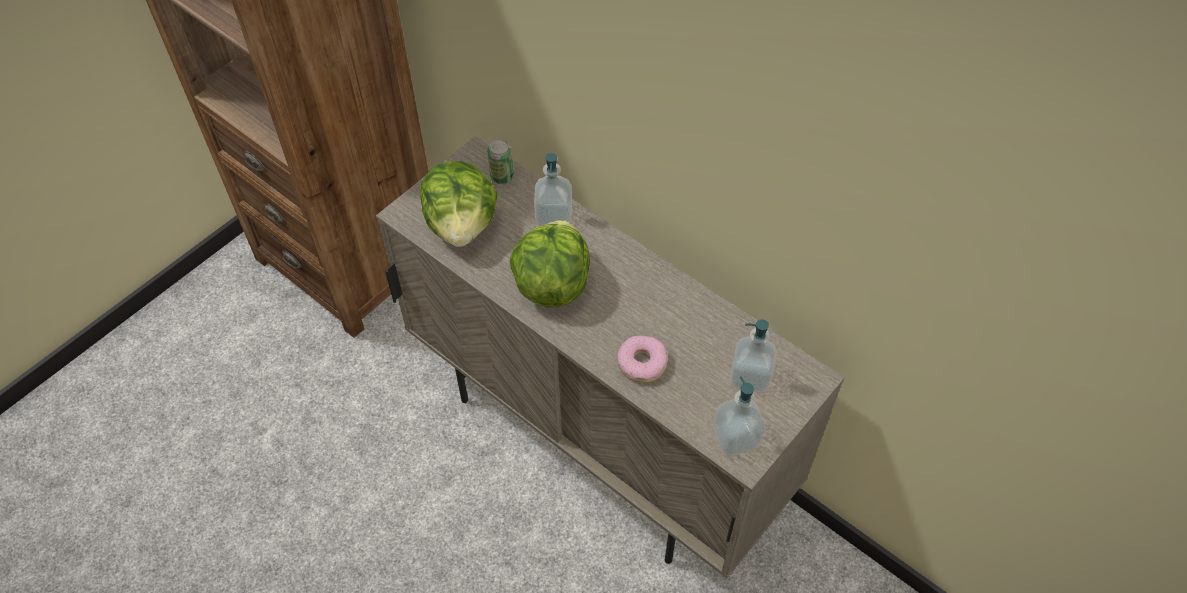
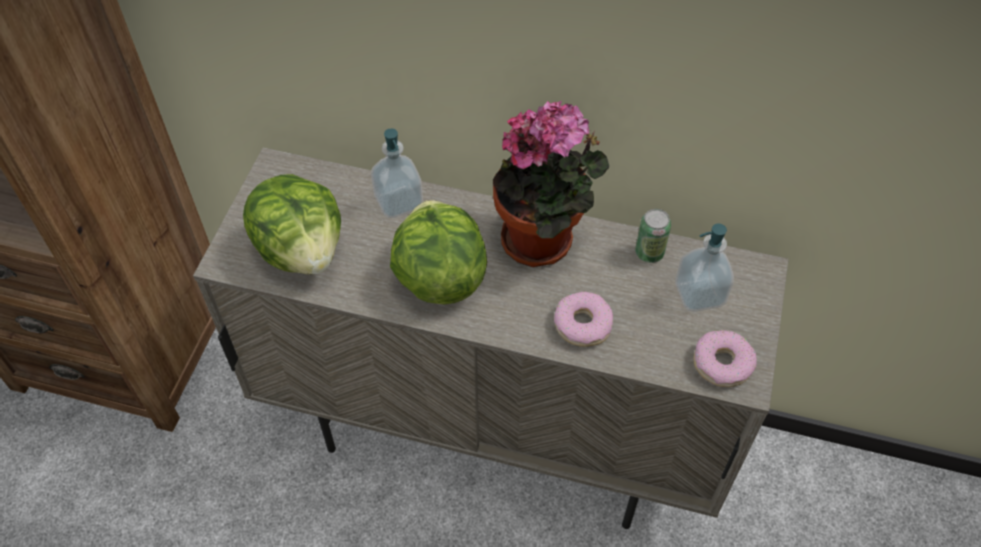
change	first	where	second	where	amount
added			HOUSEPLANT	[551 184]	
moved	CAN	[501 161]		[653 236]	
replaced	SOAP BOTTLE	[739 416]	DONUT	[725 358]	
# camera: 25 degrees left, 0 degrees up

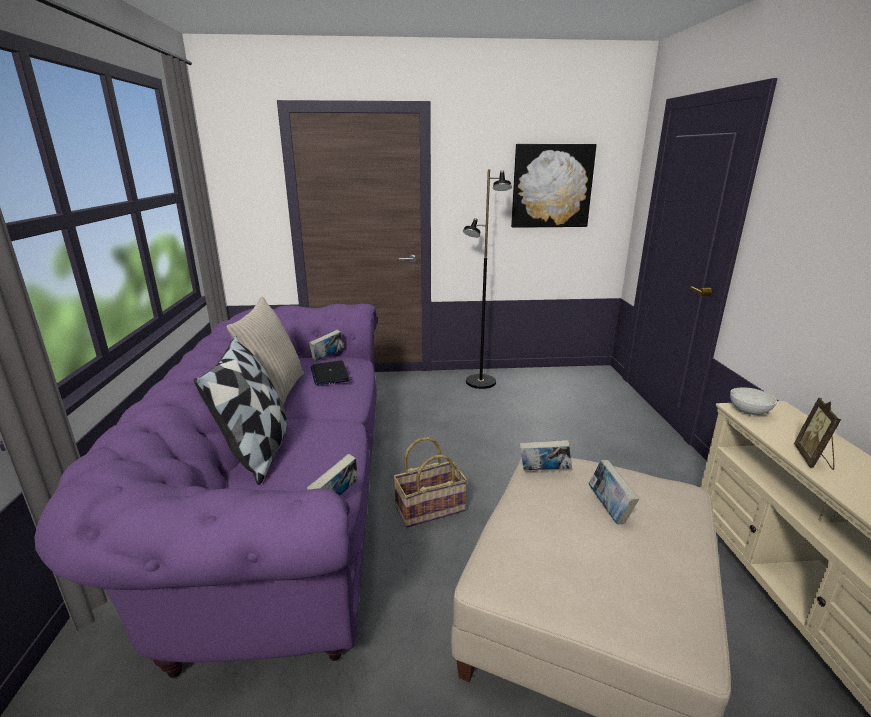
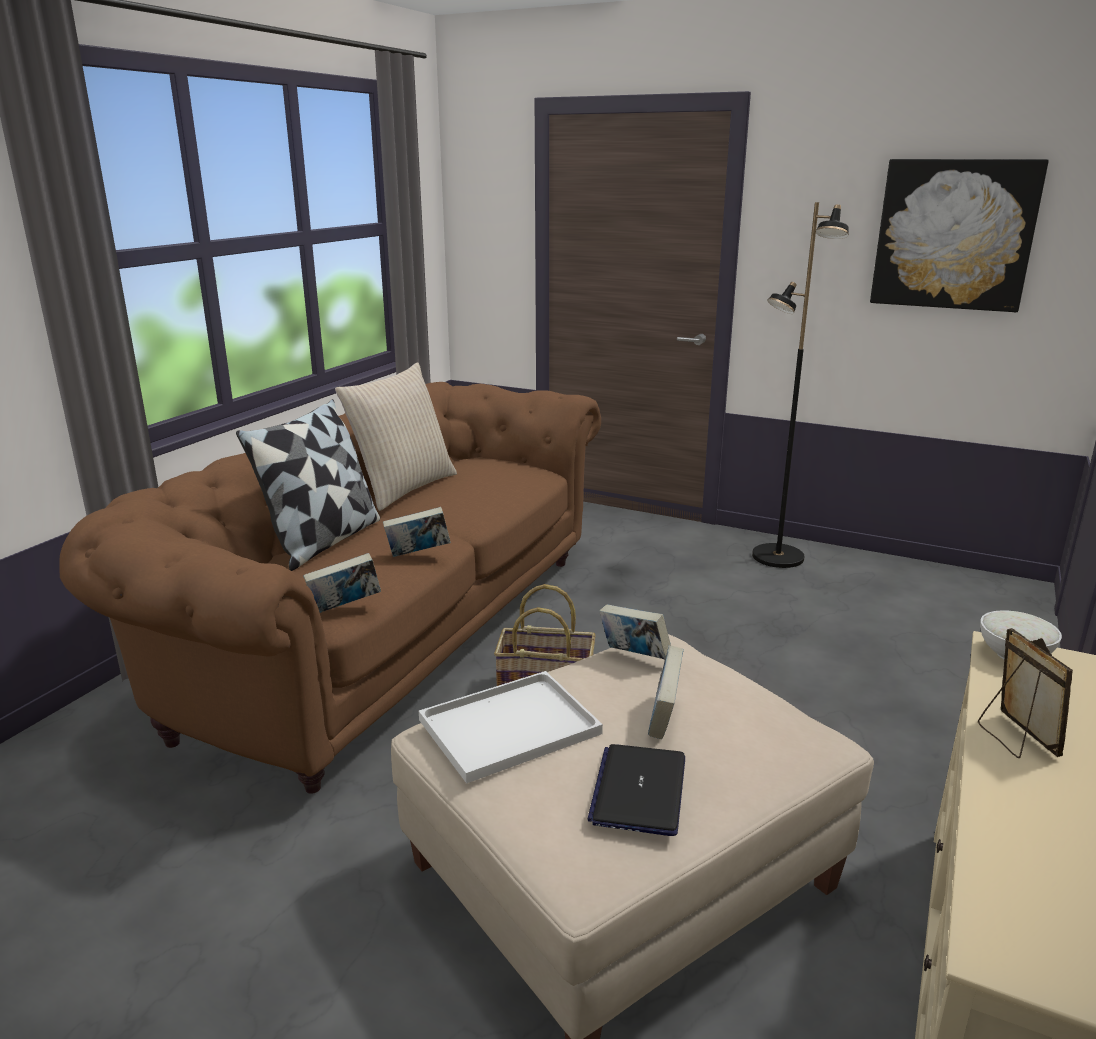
change	first	where	second	where	amount
added			WHITISH TRAY	[511 727]	
moved	BOUND BOOK	[326 346]		[417 532]	
moved	NOTEBOOK COMPUTER	[330 373]		[636 790]	
recoloured	PURPLE-COLOURED SETTEE	[205 491]	BROWNISH SETTEE	[330 588]	
turned	STANDING FRAME	[817 433]		[1025 693]	120 degrees clockwise
# camera: 30 degrees right, 0 degrees up

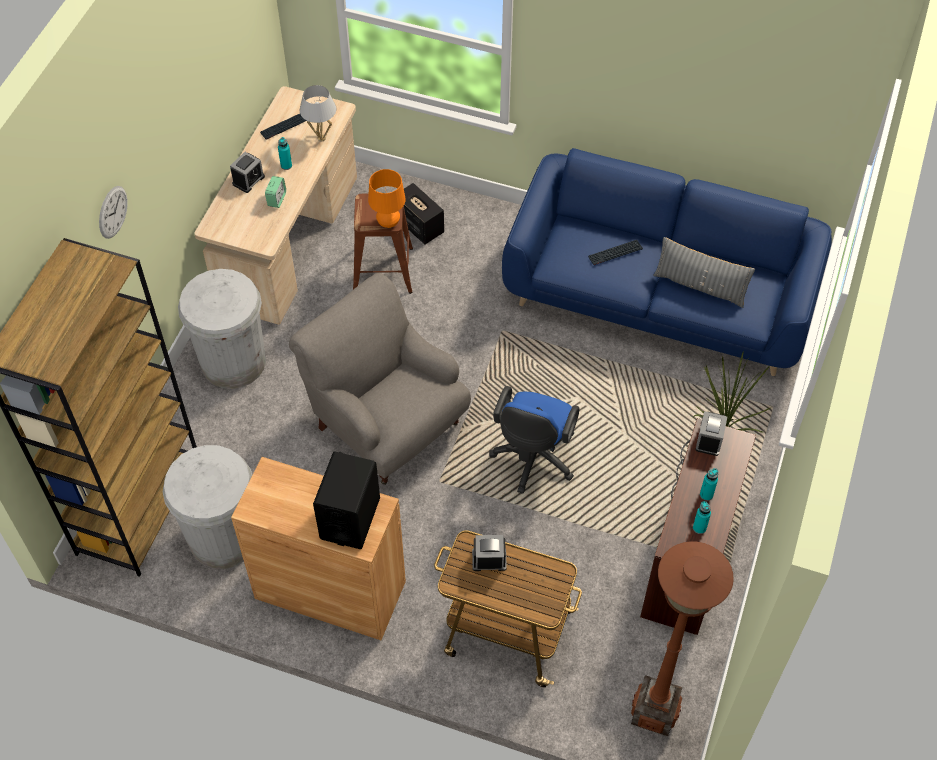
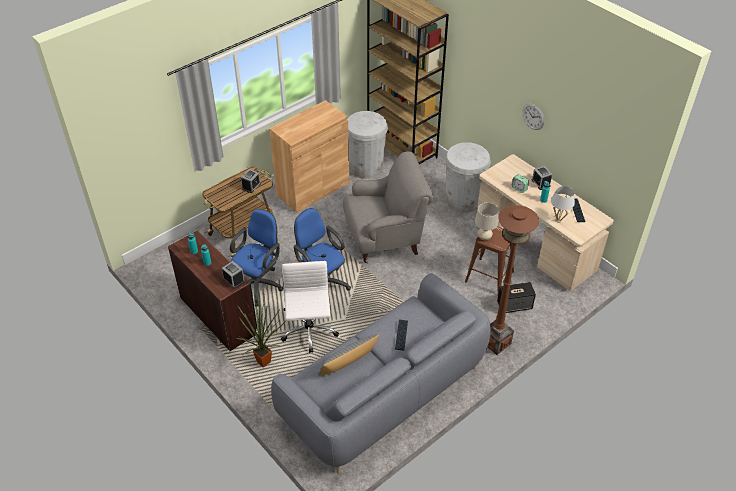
change	first	where	second	where	amount
removed	BLACKISH SPEAKER	[346 500]			
added			BLUE COMPUTER CHAIR	[256 258]	
added			WHITISH COMPUTER CHAIR	[310 307]	
moved	HANGING CLOCK	[113 212]		[533 117]	
moved	BROWNISH STANDARD LAMP	[682 638]		[513 280]	
recoloured	ORANGE-COLOURED LAMP FOR A TABLE	[387 198]	BEIGE-COLOURED LAMP FOR A TABLE	[487 222]	
recoloured	BLUE SETTEE	[667 262]	GRAY SETTEE	[381 373]	
# camera: 120 degrees right, 10 degrees down

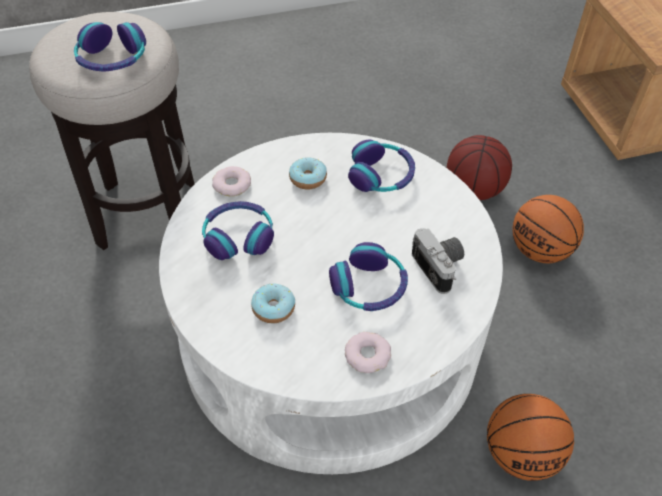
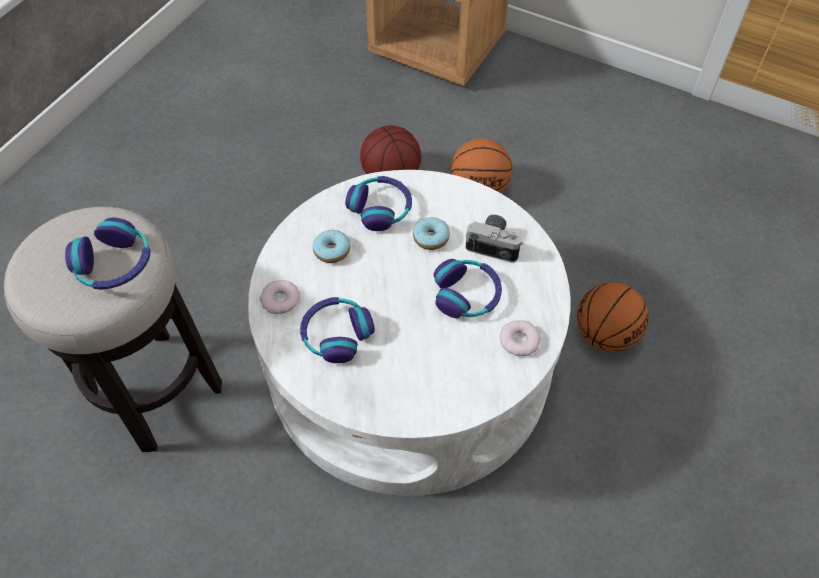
change	first	where	second	where	amount
moved	DONUT	[273 303]		[431 233]	
# camera: 45 degrees left, 5 degrees up

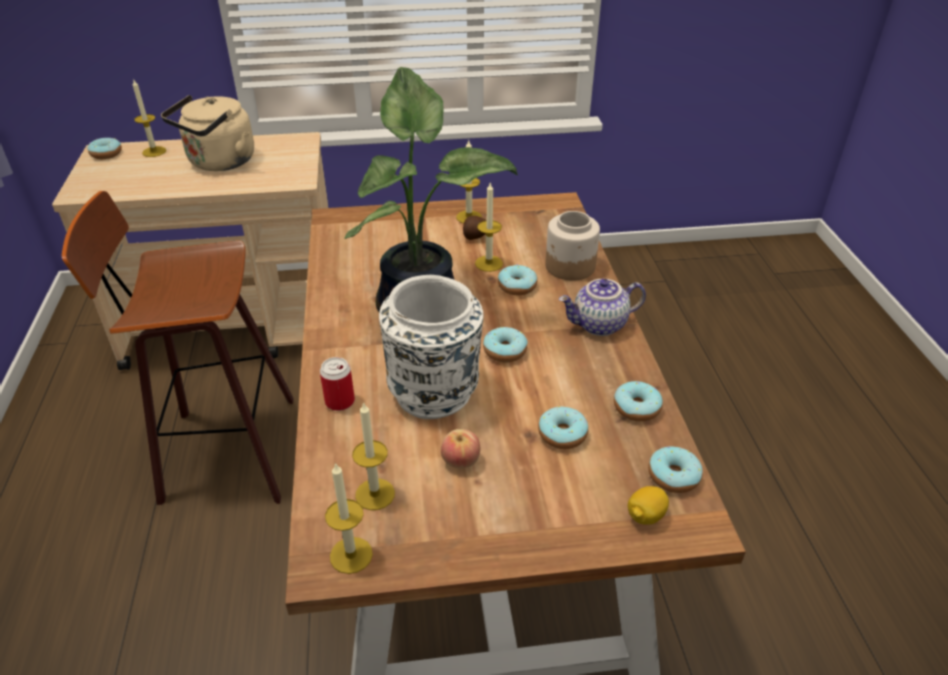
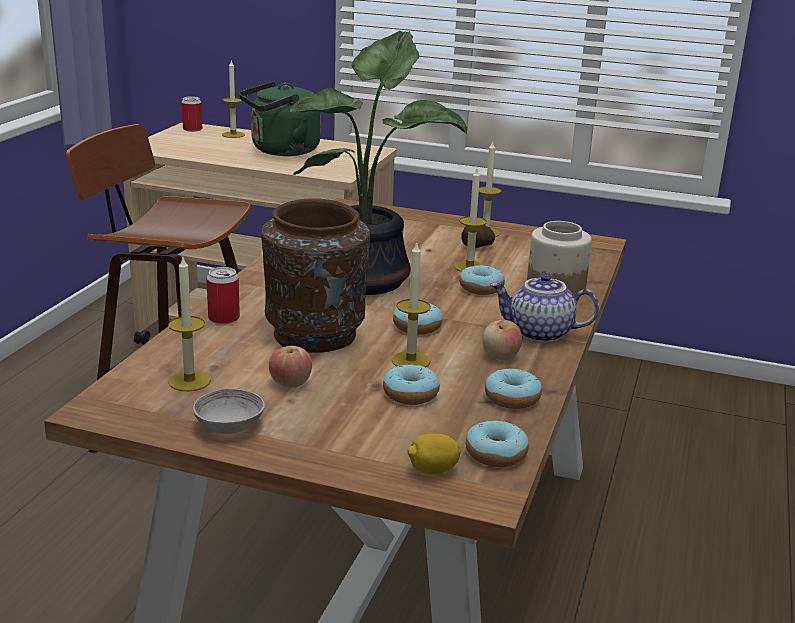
change	first	where	second	where	amount
added			GRAY DEEP DISH	[229 411]	
added			WHOLE APPLE	[502 340]	
moved	WAX LIGHT	[349 518]		[411 304]	
replaced	DONUT	[104 148]	CAN	[192 114]	
recoloured	BEIGE-COLOURED KETTLE	[207 133]	GREENISH KETTLE	[280 118]	
recoloured	WHITISH DECORATIVE VASE	[431 347]	BROWNISH DECORATIVE VASE	[315 275]	
# camera: 25 degrees right, 15 degrees down

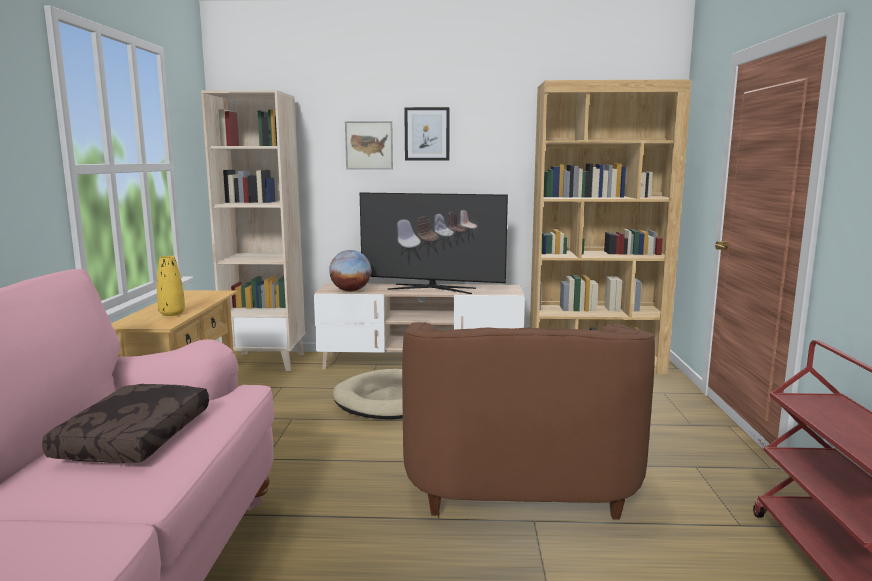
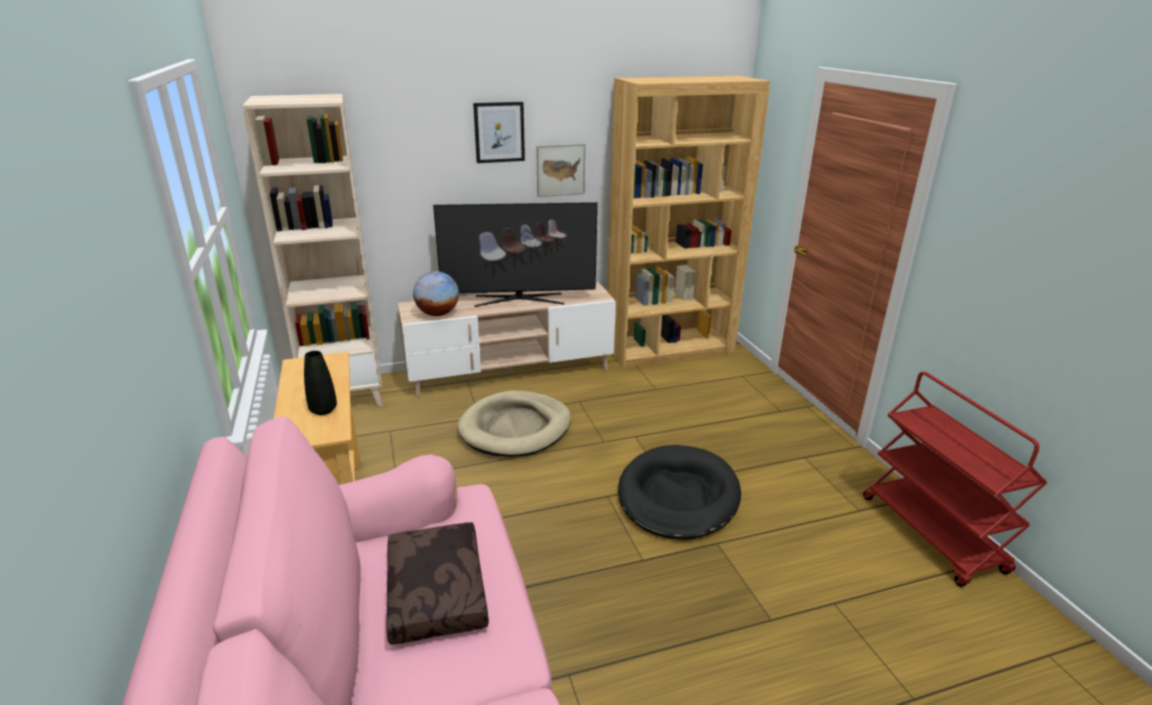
change	first	where	second	where	amount
moved	PICTURE	[369 145]		[561 170]	
replaced	BROWNISH EASY CHAIR	[528 421]	BLACKISH DOG CUSHION	[679 492]	
recoloured	YELLOWISH DECORATIVE VASE	[171 286]	BLACKISH DECORATIVE VASE	[320 383]	
# camera: 20 degrees left, 15 degrees up

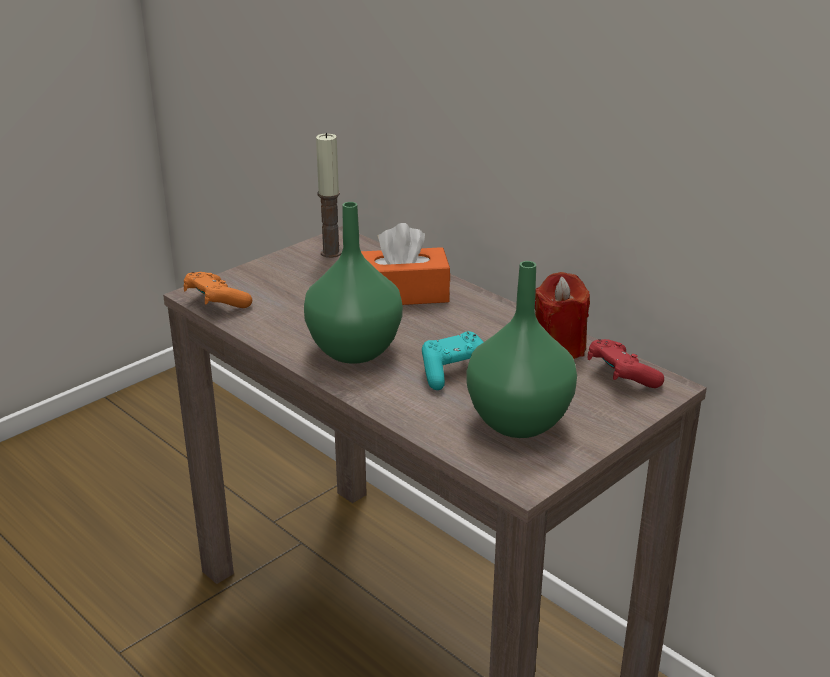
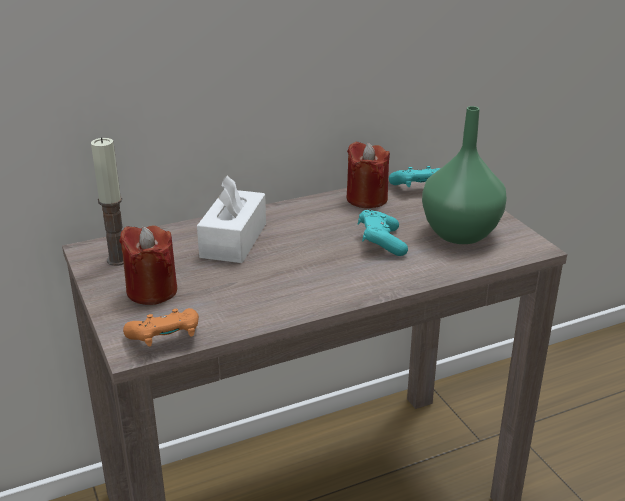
change	first	where	second	where	amount
removed	GREENISH DECORATIVE VASE	[353 283]			
added			RED WAX LIGHT	[148 265]	
recoloured	ORANGE-COLOURED TISSUE BOX	[405 264]	WHITISH TISSUE BOX	[231 219]	
recoloured	RED GAMEPAD	[626 363]	BLUE-GREEN GAMEPAD	[414 176]	
# camera: 70 degrees left, 0 degrees up

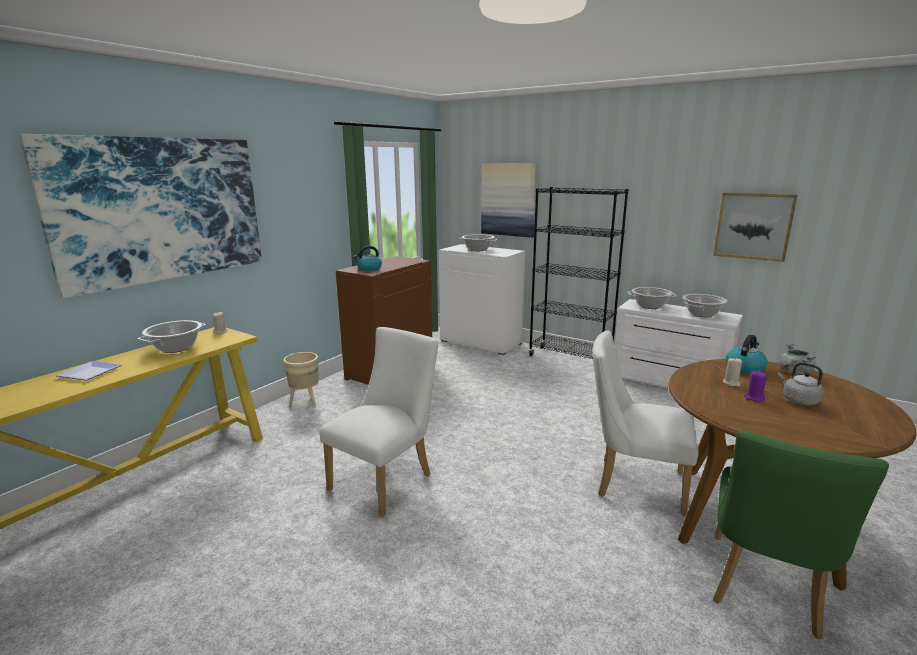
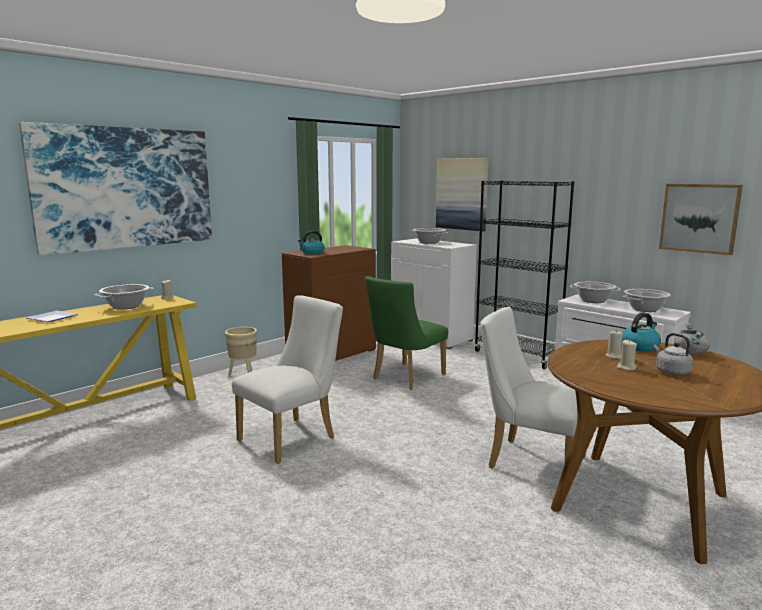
change	first	where	second	where	amount
moved	GREENISH CHAIR	[801 534]		[406 333]	
recoloured	PURPLE-COLOURED WAX LIGHT	[755 386]	BEIGE-COLOURED WAX LIGHT	[627 355]	
# camera: 10 degrees right, 5 degrees down

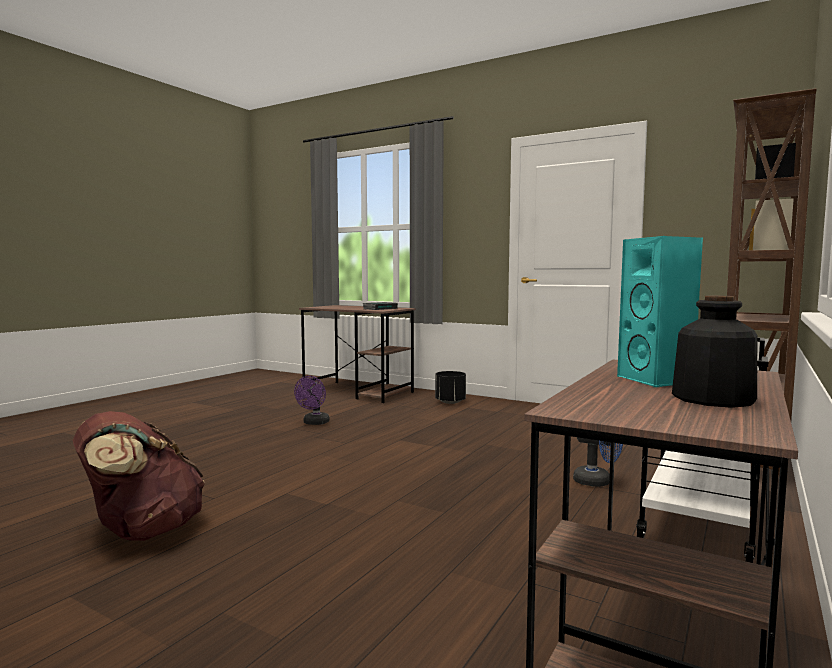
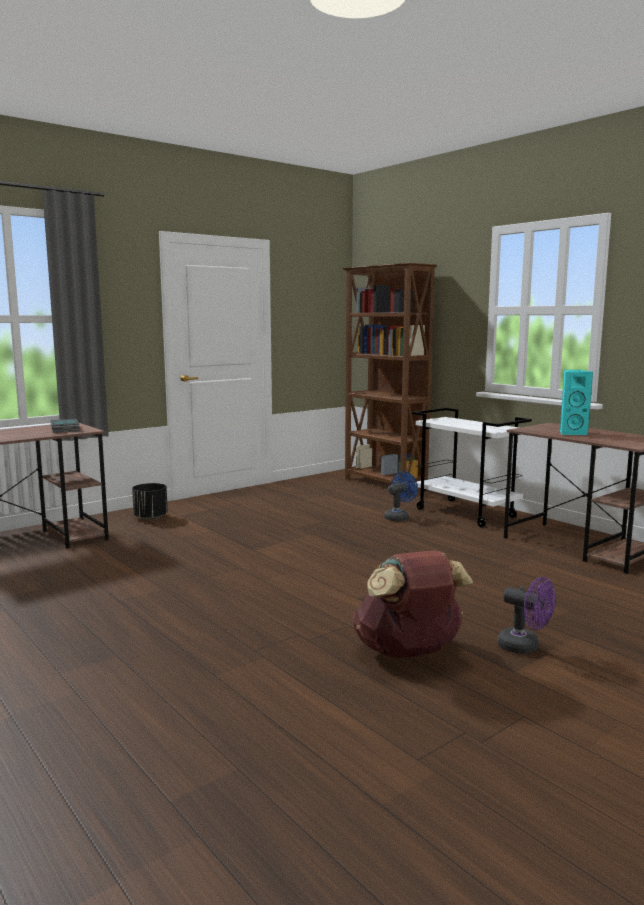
change	first	where	second	where	amount
removed	DRINK BOTTLE	[715 351]			
moved	PURPLE-COLOURED COOLING FAN	[311 400]		[527 615]	
# camera: 70 degrees left, 5 degrees up

